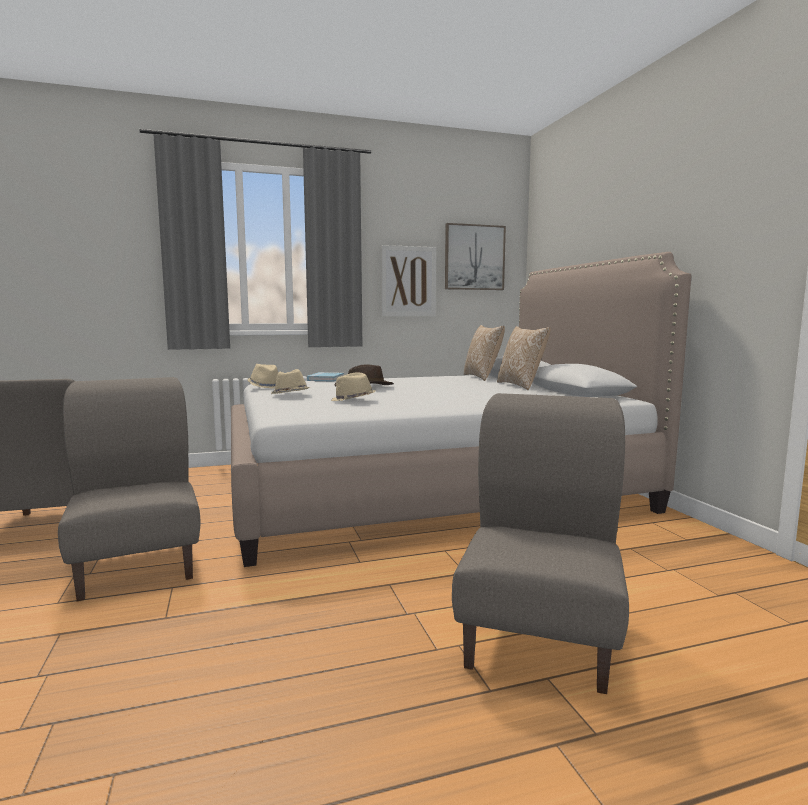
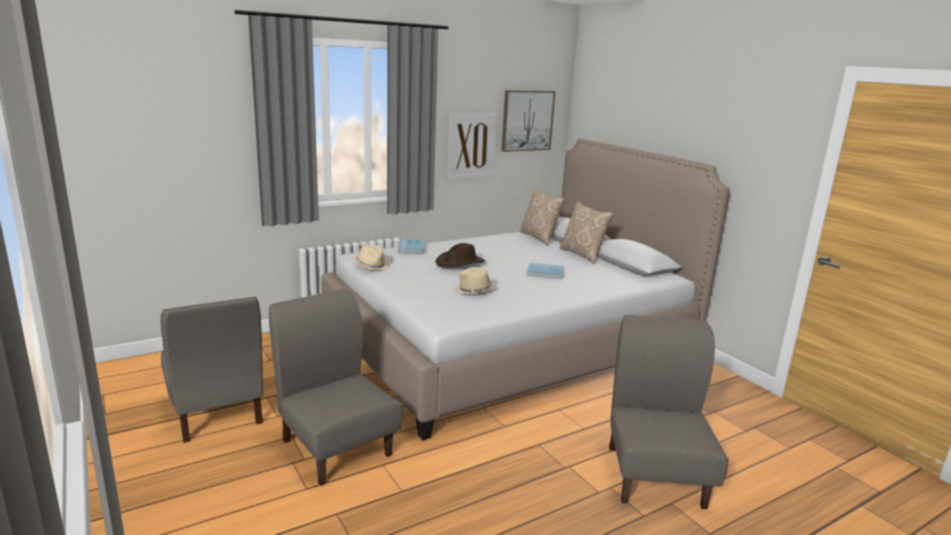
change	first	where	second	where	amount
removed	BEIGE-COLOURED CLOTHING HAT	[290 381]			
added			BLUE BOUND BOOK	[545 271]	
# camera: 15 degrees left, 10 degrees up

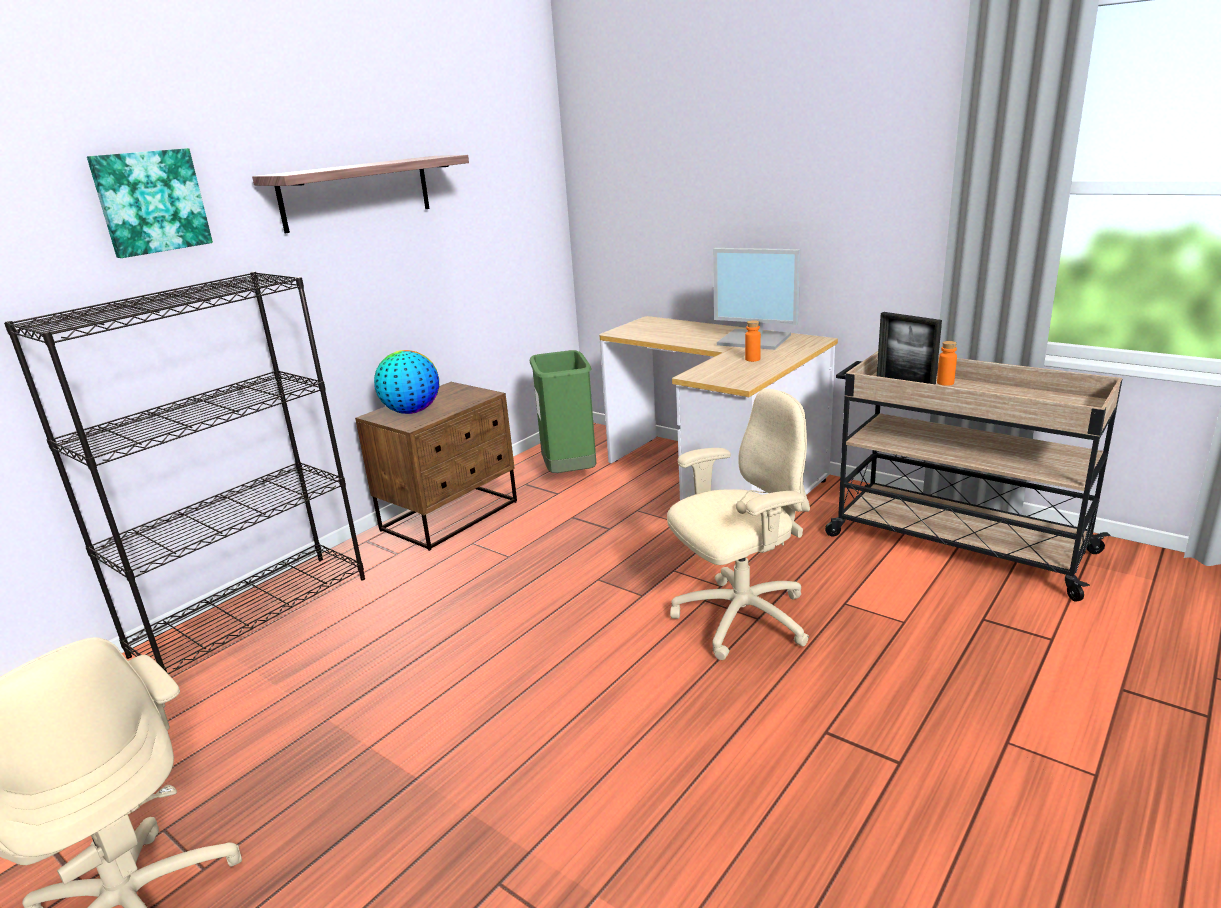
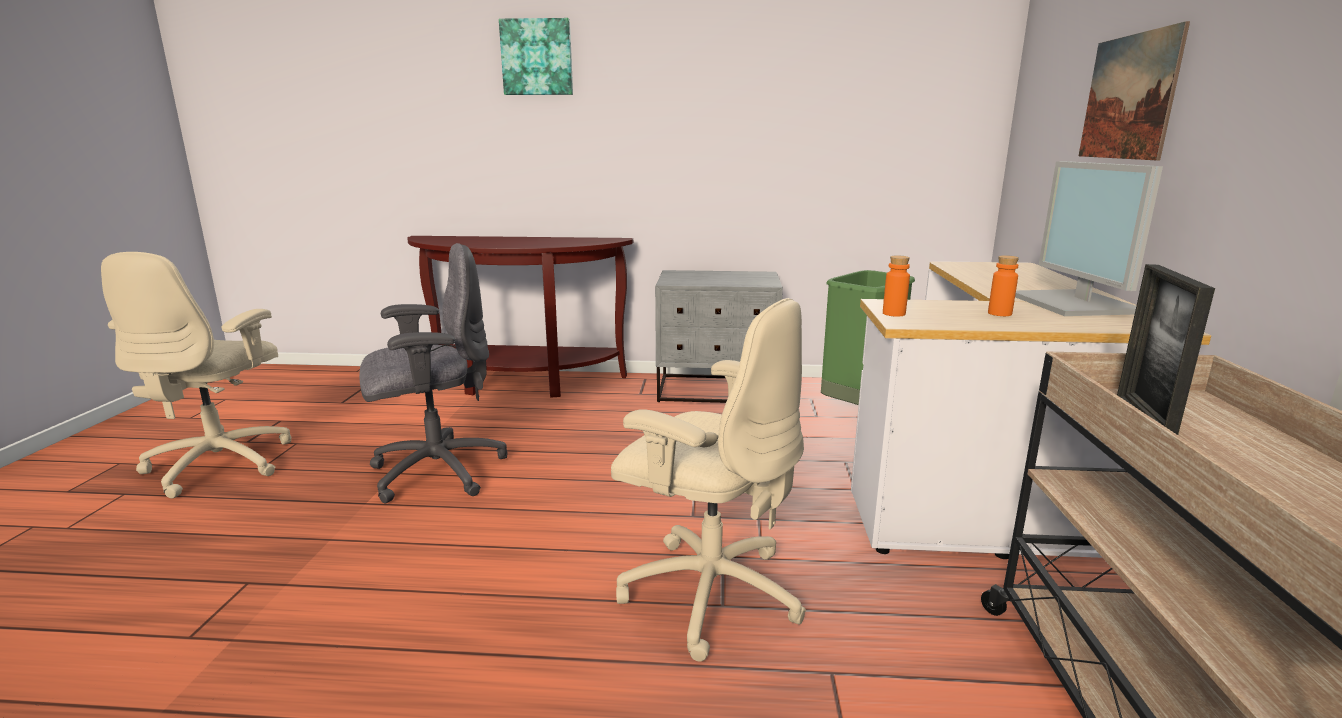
change	first	where	second	where	amount
removed	BRACKET SHELF	[360 194]			
removed	WORLD GLOBE	[406 382]			
added			GRAY COMPUTER CHAIR	[433 373]	
added			PICTURE	[1134 90]	
moved	ORANGE-COLOURED DRINK BOTTLE	[947 363]		[896 286]	
replaced	BLACKISH BOOKSHELF	[184 472]	BROWNISH CONSOLE TABLE	[520 317]	
recoloured	BROWNISH NIGHTSTAND	[436 466]	GRAY NIGHTSTAND	[719 336]	
# camera: 55 degrees right, 5 degrees down

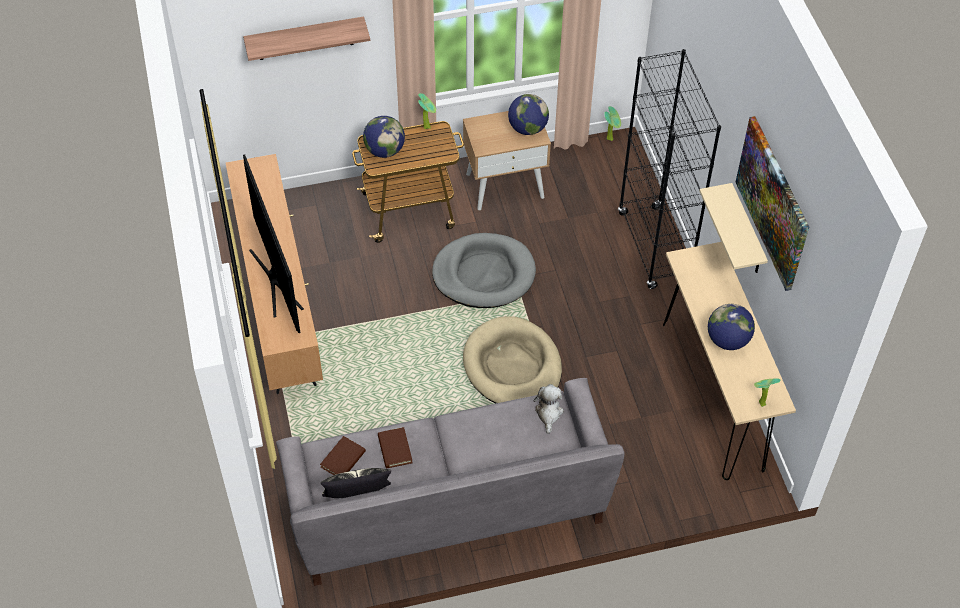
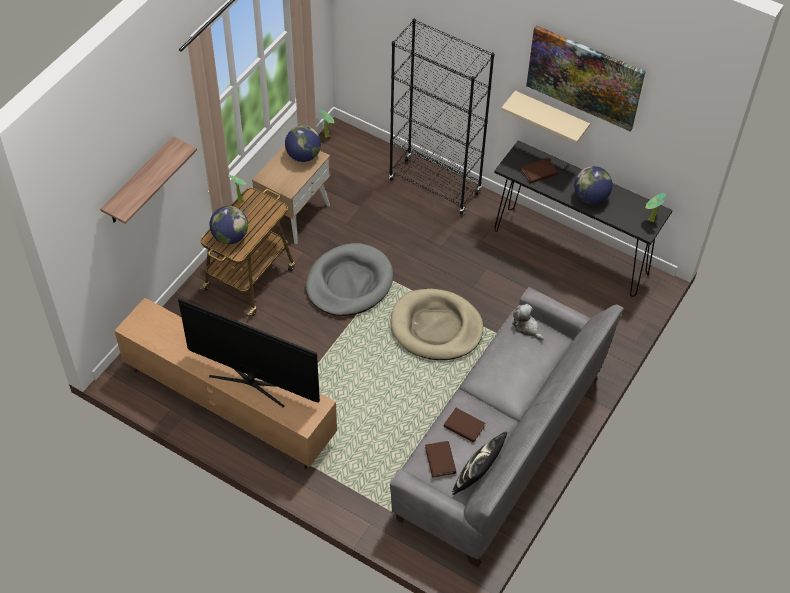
change	first	where	second	where	amount
added			BROWNISH BOUND BOOK	[539 171]	
recoloured	BEIGE-COLOURED CONSOLE TABLE	[729 361]	BLACKISH CONSOLE TABLE	[583 218]	
# camera: 45 degrees left, 0 degrees up

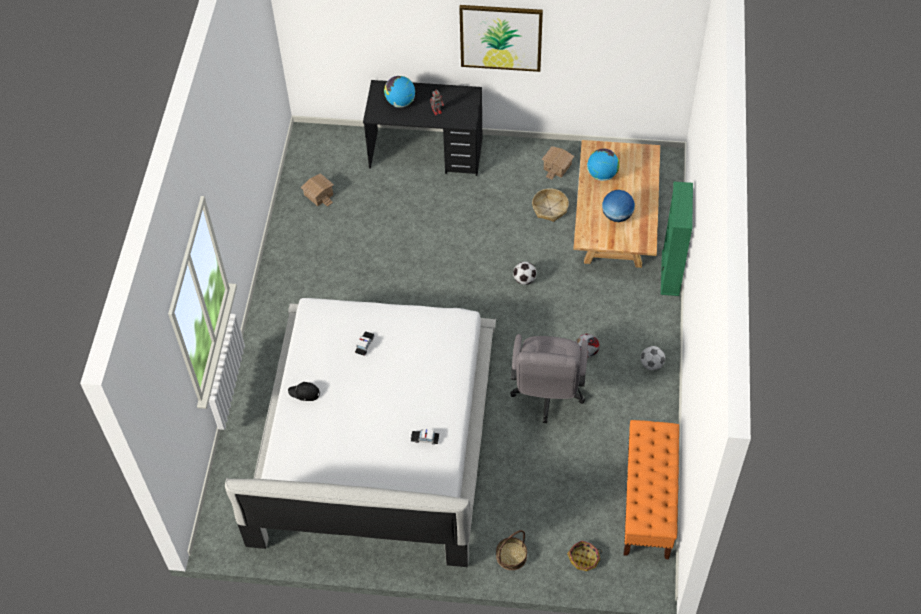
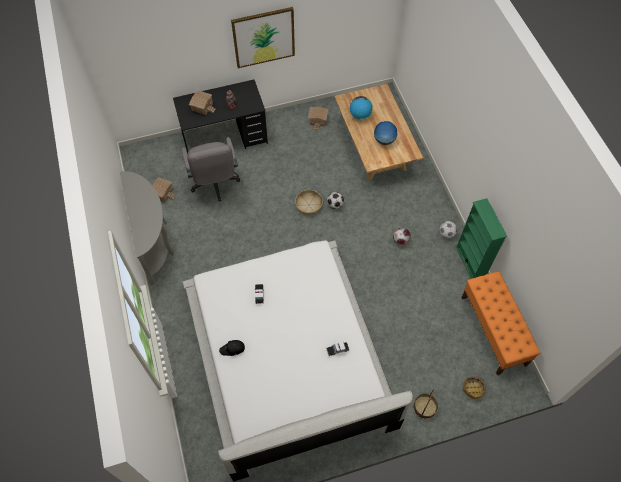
change	first	where	second	where	amount
added			GRAY CONSOLE TABLE	[147 228]	
moved	GRAY COMPUTER CHAIR	[549 378]		[211 169]	
moved	BASKET	[550 205]		[309 202]	
moved	GREENISH BOOKSHELF	[677 239]		[481 238]	
replaced	WORLD GLOBE	[399 92]	TOY HOUSE	[202 102]	
# camera: 25 degrees left, 5 degrees up

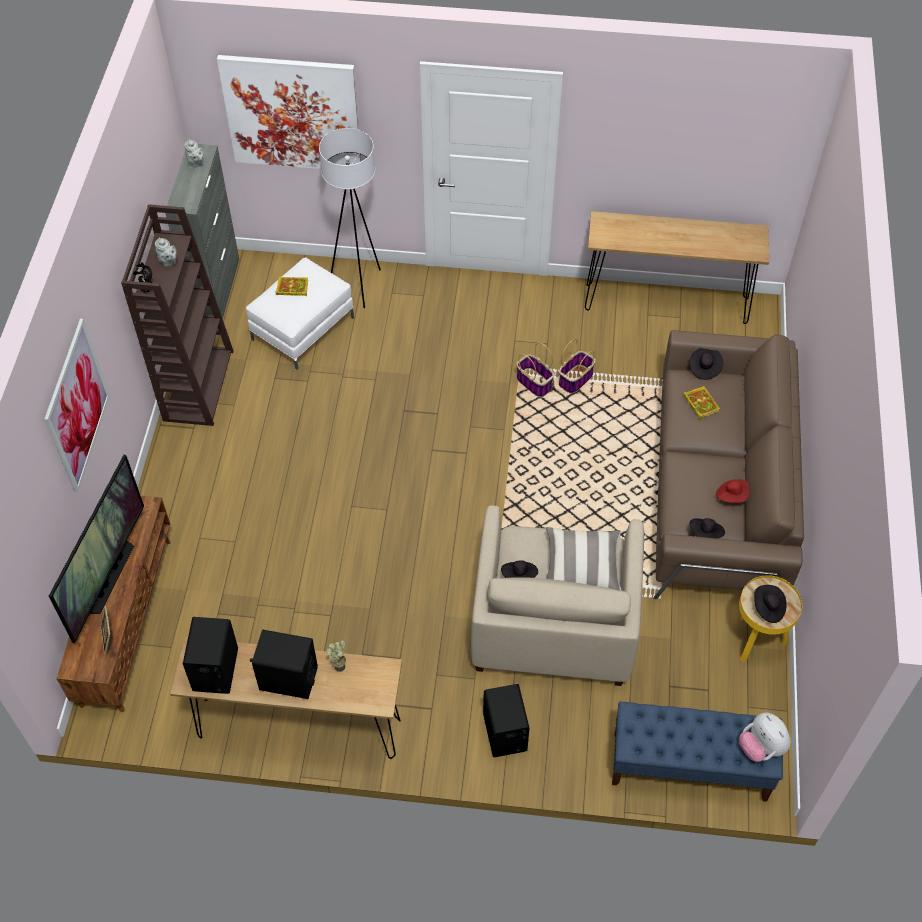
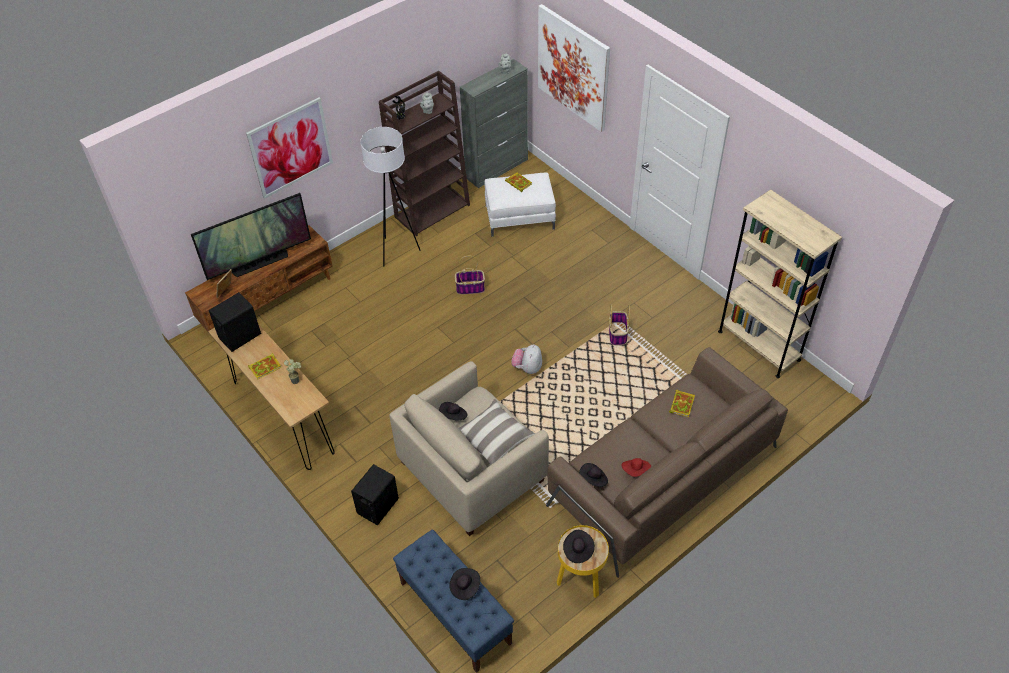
change	first	where	second	where	amount
moved	WHITISH STANDARD LAMP	[350 218]		[390 196]	
moved	BASKET	[577 366]		[470 275]	
moved	BLACKISH CLOTHING HAT	[706 364]		[464 584]	
moved	SOFT TOY	[765 737]		[526 359]	
replaced	BLACKISH SPEAKER	[284 664]	BOUND BOOK	[264 366]	
replaced	BROWNISH CONSOLE TABLE	[677 267]	BEIGE-COLOURED BOOKSHELF	[780 283]	
# camera: 45 degrees right, 5 degrees down

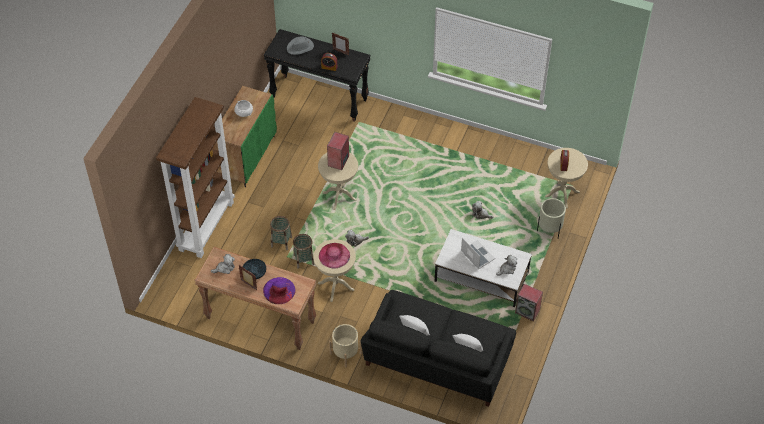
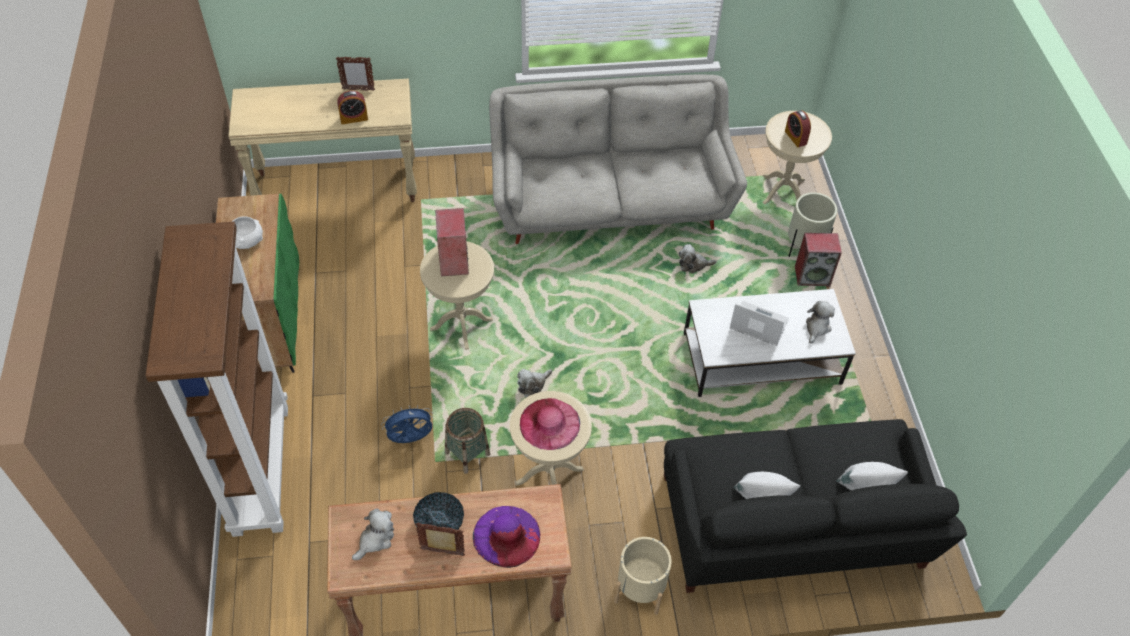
change	first	where	second	where	amount
removed	GRAY CLOTHING HAT	[300 45]			
added			GRAY SETTEE	[618 159]	
moved	SPEAKER	[529 303]		[818 260]	
replaced	BASKET	[281 233]	BLUE COOLING FAN	[407 424]	
recoloured	BLACKISH CONSOLE TABLE	[317 75]	BEIGE-COLOURED CONSOLE TABLE	[322 140]	
# camera: 30 degrees left, 0 degrees up

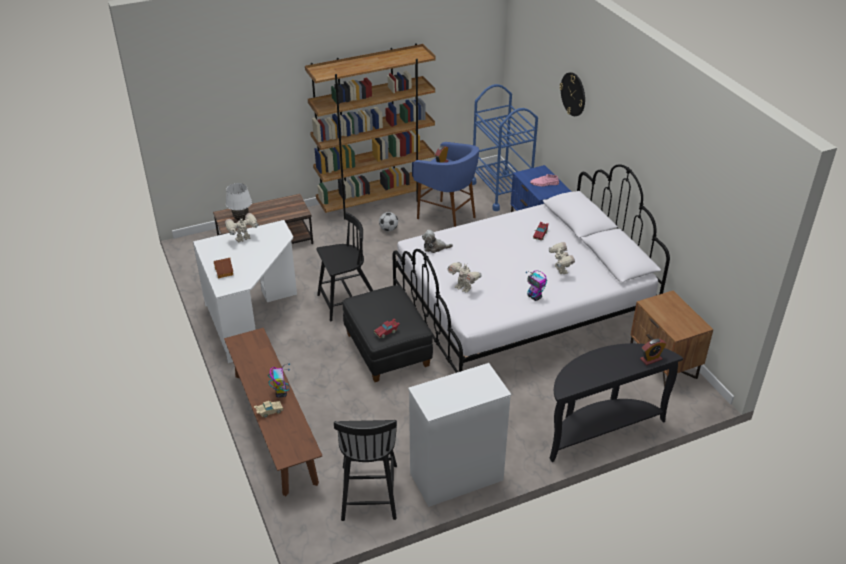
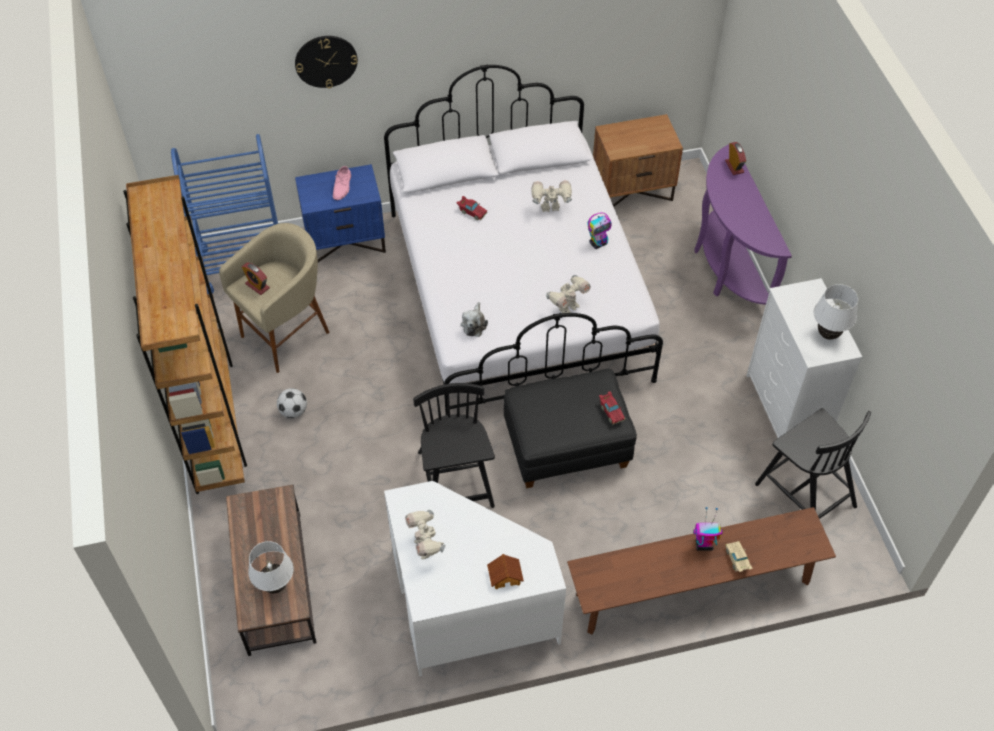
change	first	where	second	where	amount
added			WHITISH LAMP FOR A TABLE	[836 312]	
recoloured	BLUE STOOL SEAT	[446 184]	BEIGE-COLOURED STOOL SEAT	[274 298]	
recoloured	BLACKISH CONSOLE TABLE	[616 402]	PURPLE-COLOURED CONSOLE TABLE	[743 224]	
turned	BLACKISH CHAIR	[365 470]		[813 463]	45 degrees clockwise
# camera: 80 degrees left, 15 degrees up

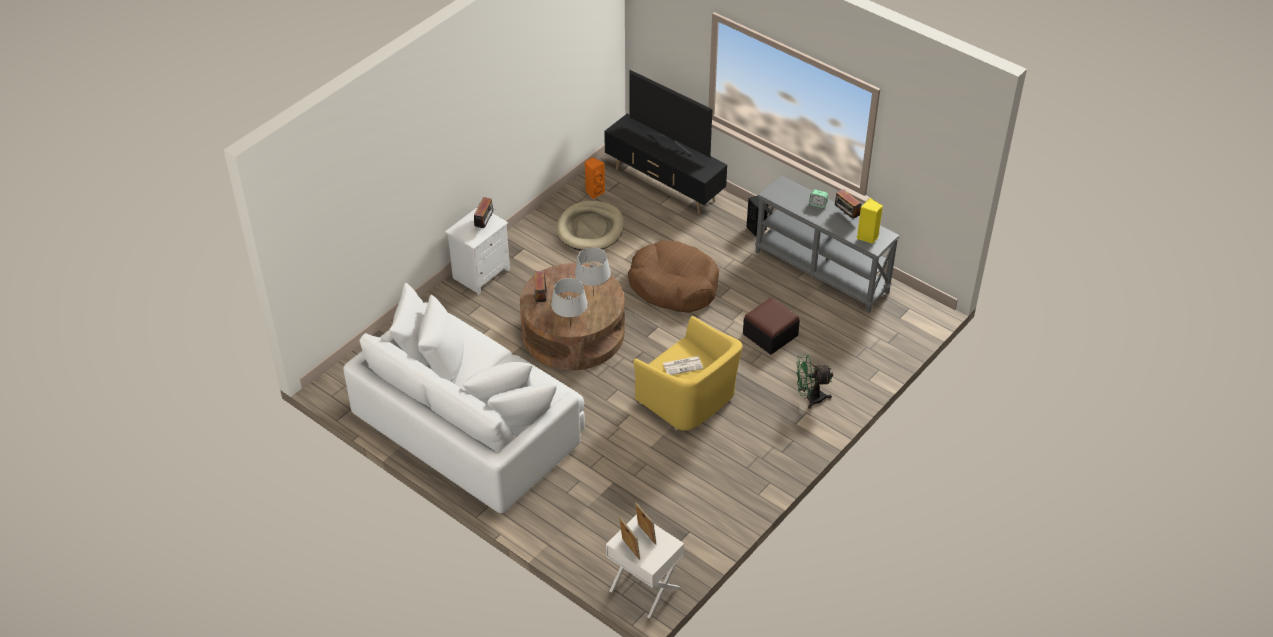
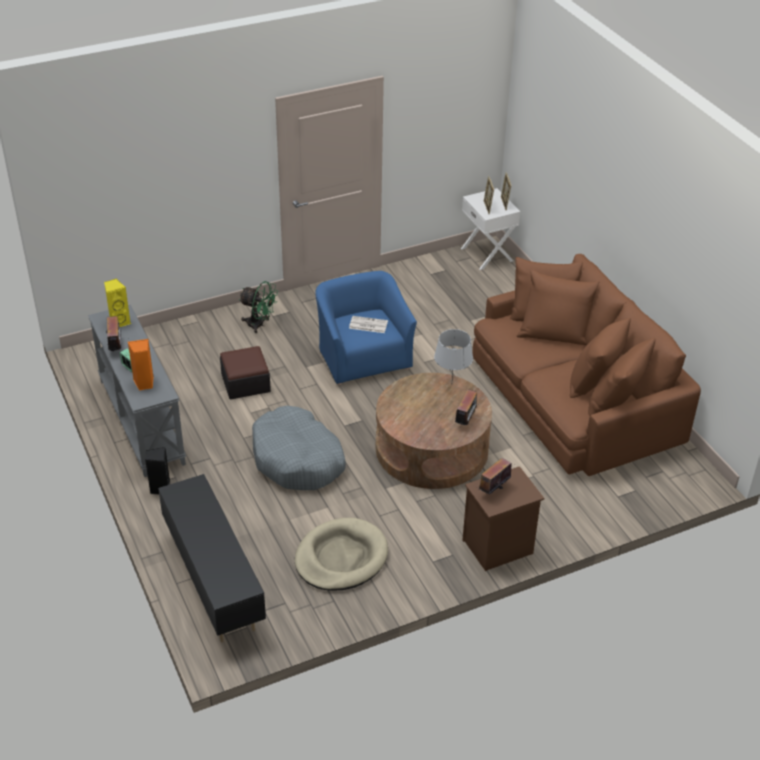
change	first	where	second	where	amount
removed	GRAY LAMP FOR A TABLE	[593 272]			
removed	TV SET	[670 114]			
moved	ORANGE-COLOURED SPEAKER	[595 178]		[141 365]	
recoloured	WHITISH SETTEE	[464 398]	BROWNISH SETTEE	[586 365]	
recoloured	WHITISH NIGHTSTAND	[477 251]	BROWNISH NIGHTSTAND	[503 518]	
recoloured	BROWNISH DOG CUSHION	[673 277]	GRAY DOG CUSHION	[299 448]	
recoloured	YELLOWISH EASY CHAIR	[688 373]	BLUE EASY CHAIR	[366 328]	
# camera: 155 degrees left, 5 degrees down

